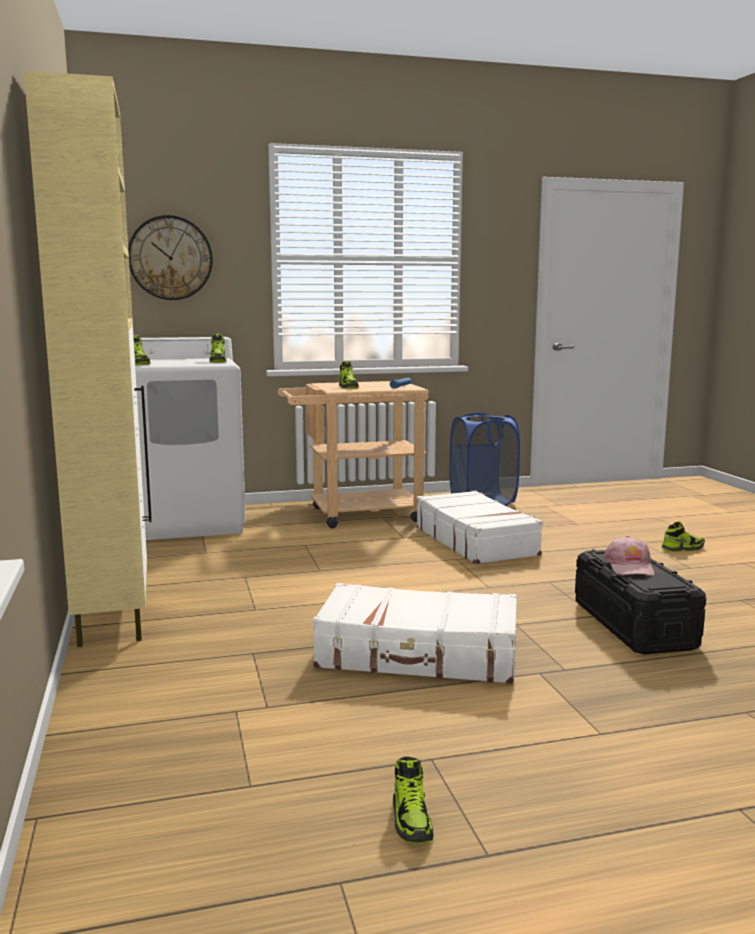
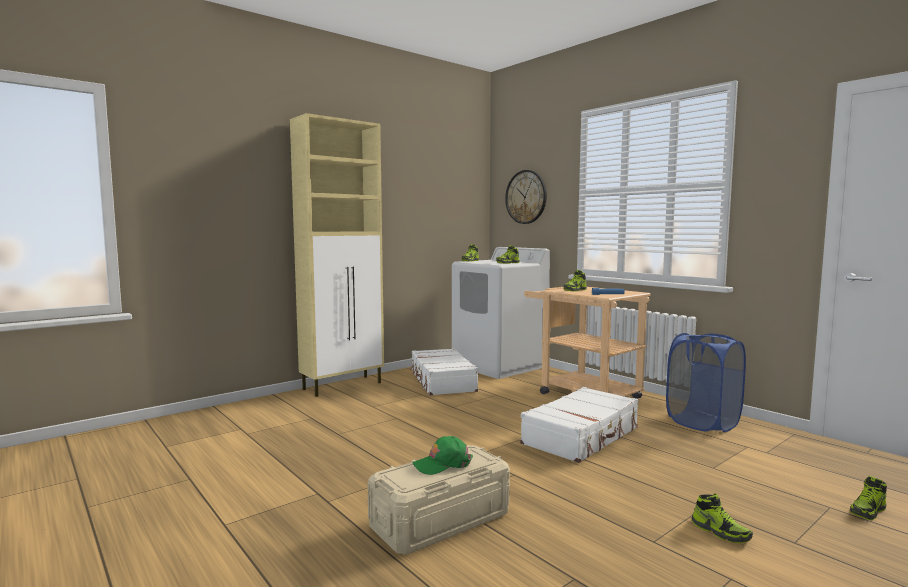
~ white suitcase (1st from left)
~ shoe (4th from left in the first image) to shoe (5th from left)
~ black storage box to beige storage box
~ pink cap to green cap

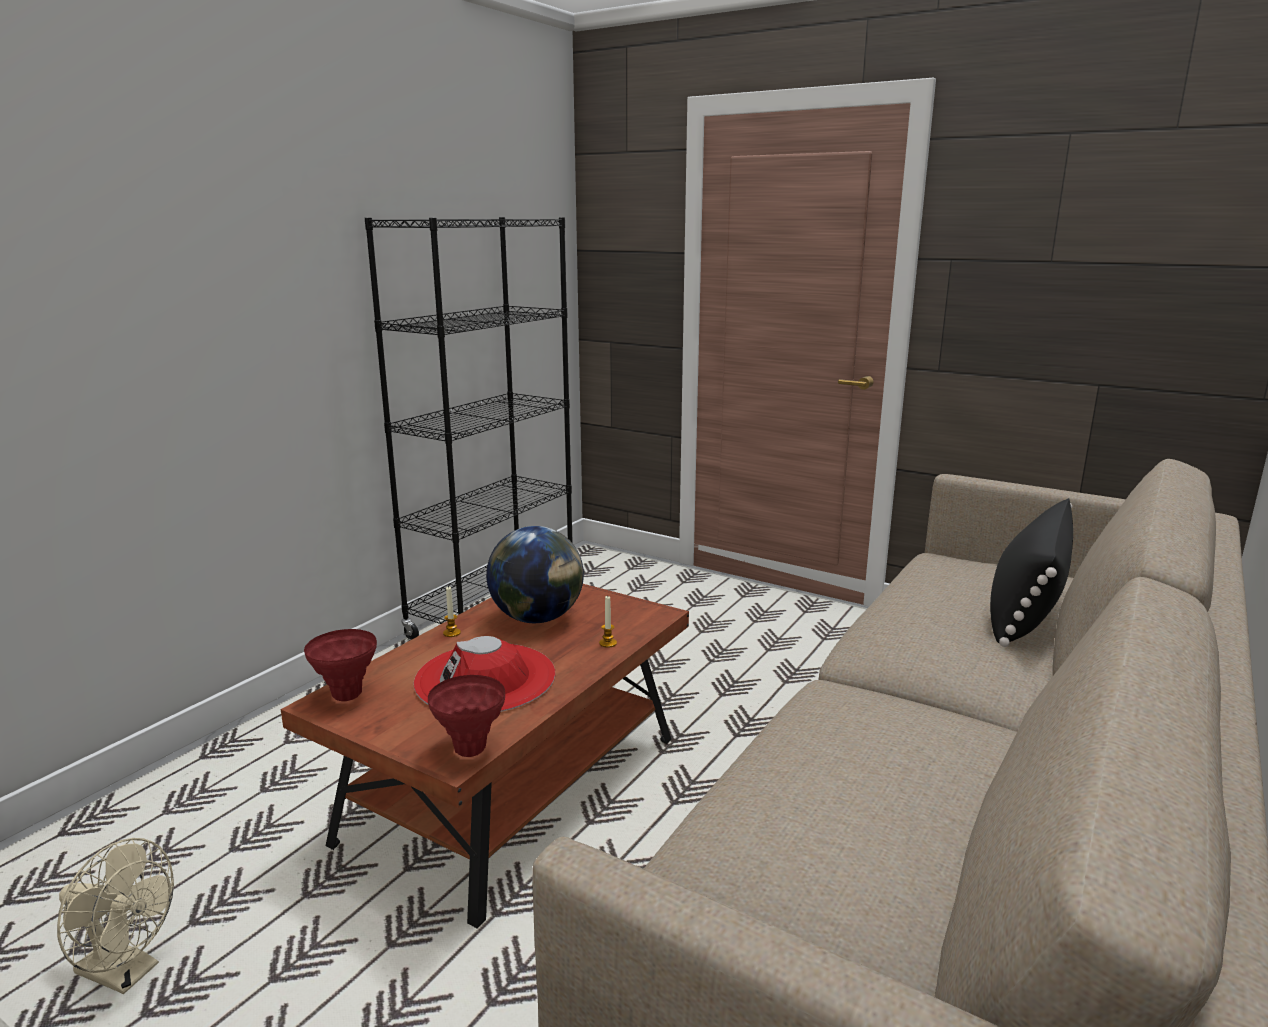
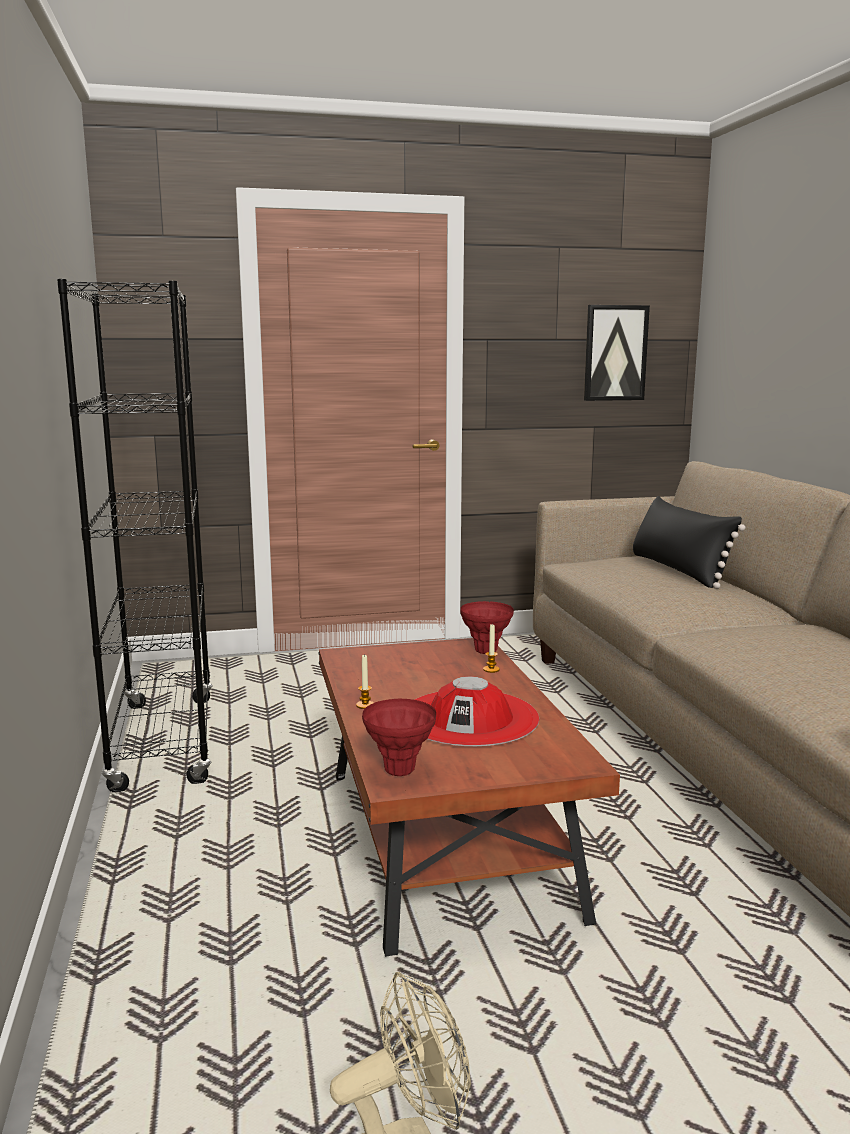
~ red vase (2nd from left)
- globe
+ picture

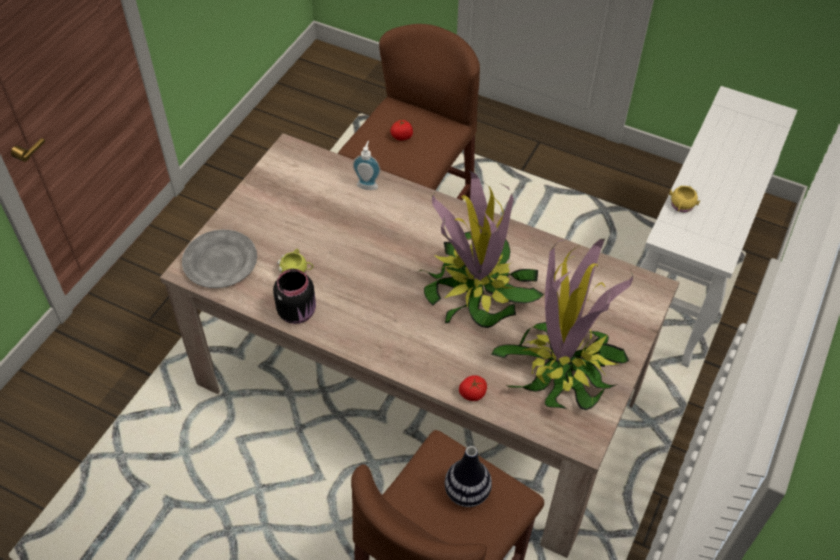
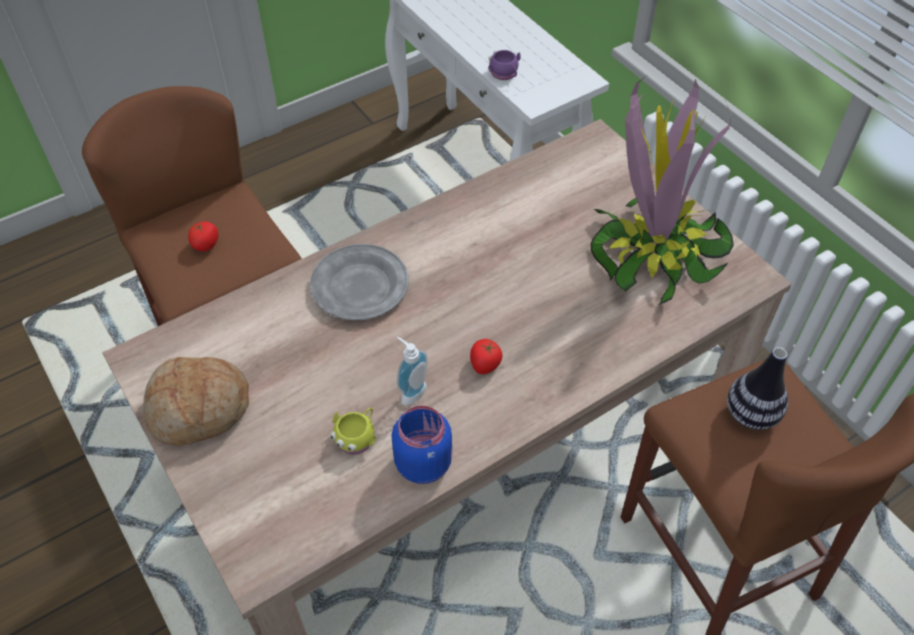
~ grey plate
~ black jar to blue jar
~ soap dispenser
- potted plant (1st from left)
~ tomato (2nd from left)
~ yellow mug (2nd from left) to purple mug
+ bread

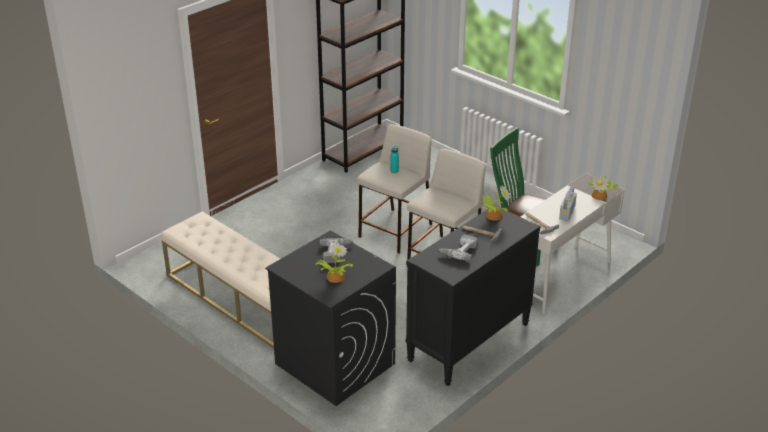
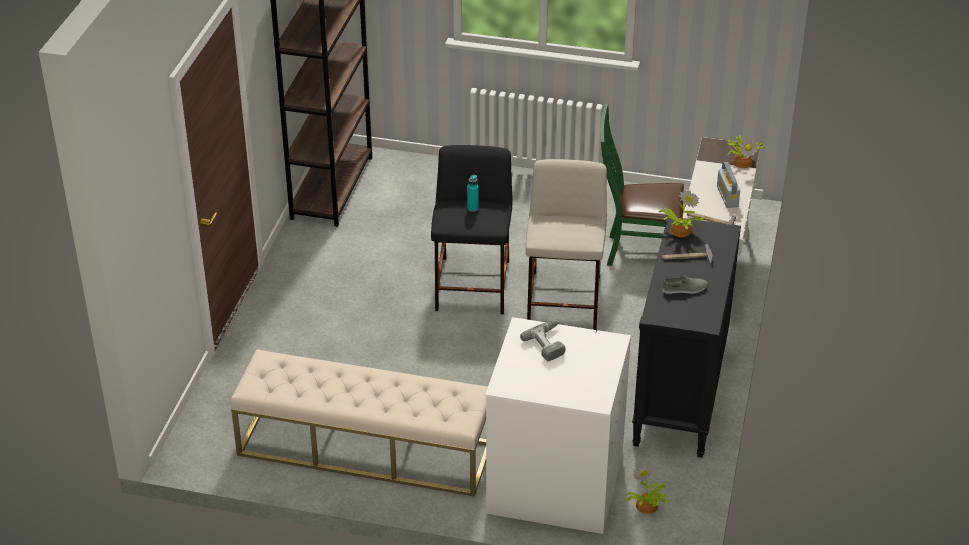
~ black washing machine to white washing machine
~ potted plant (1st from left)
~ beige stool (1st from left) to black stool
~ power drill (2nd from left) to grey shoe

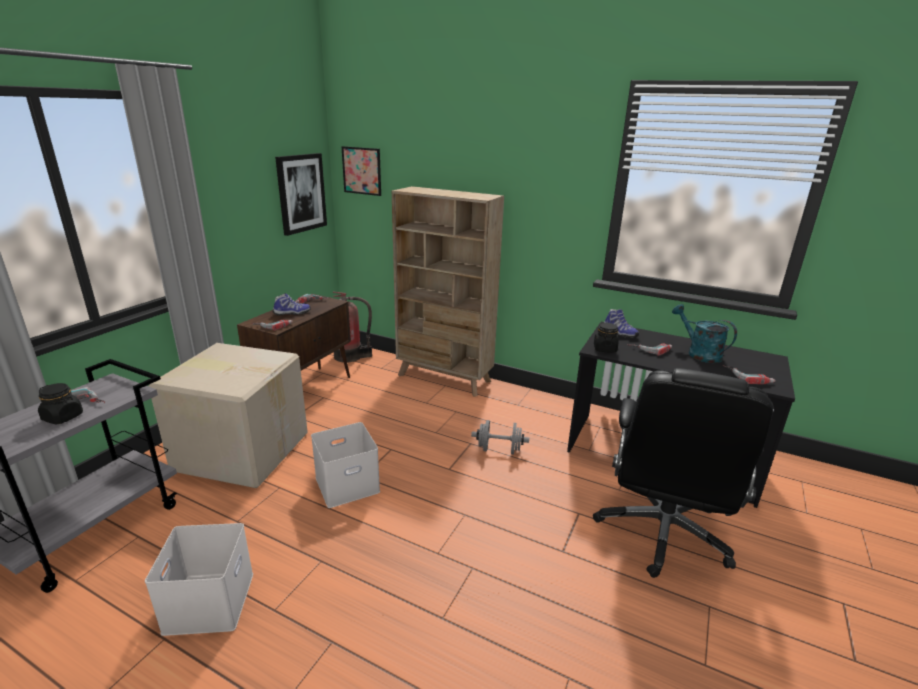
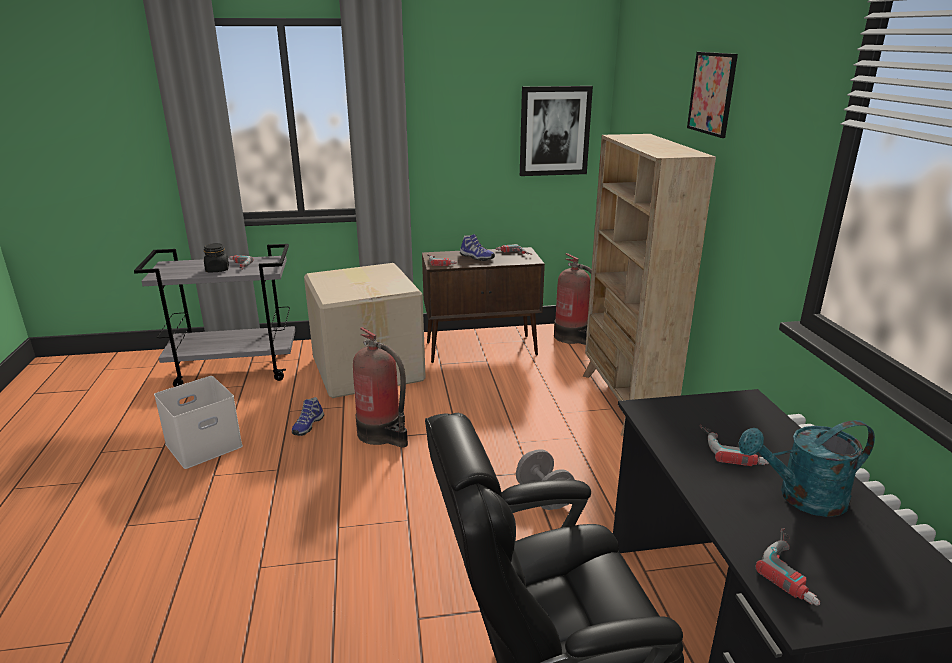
~ white storage box (2nd from left) to fire extinguisher (1st from left)
~ picture (2nd from left)
- black jar (2nd from left)
~ shoe (2nd from left in the first image) to shoe (1st from left)
~ turquoise watering can 120 degrees counterclockwise

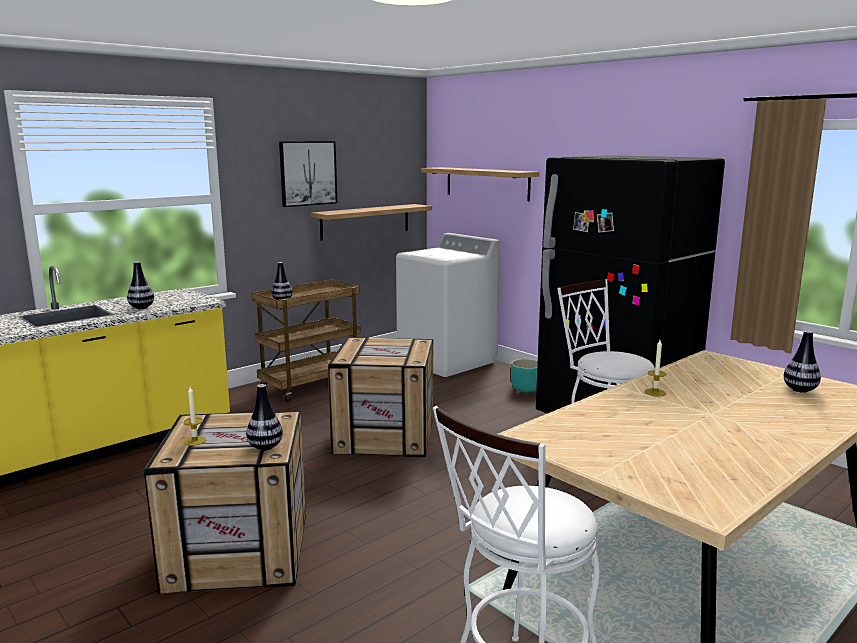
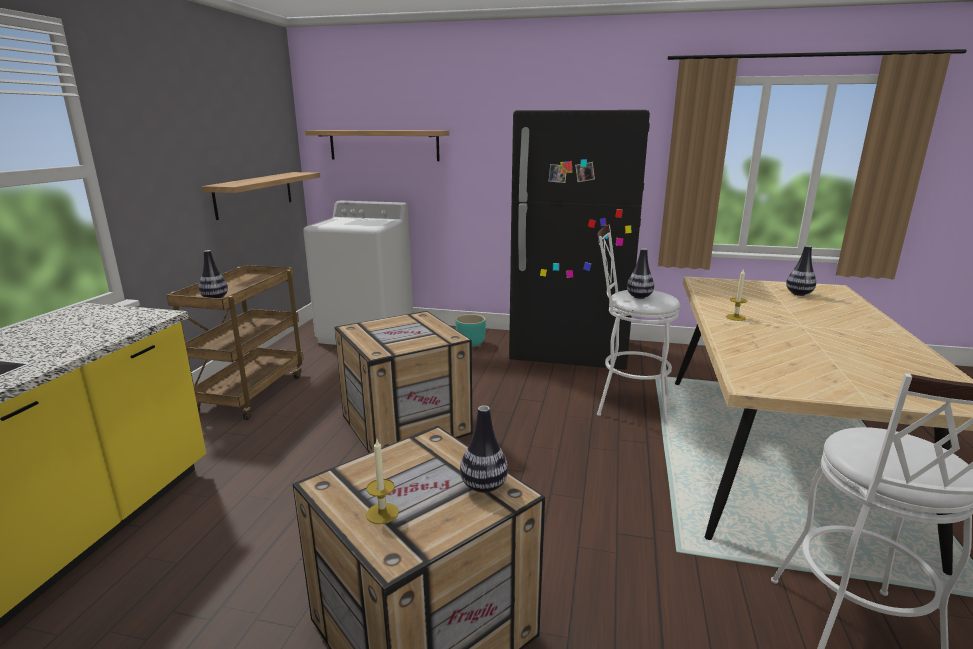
~ vase (1st from left in the first image) to vase (3rd from left)
- picture

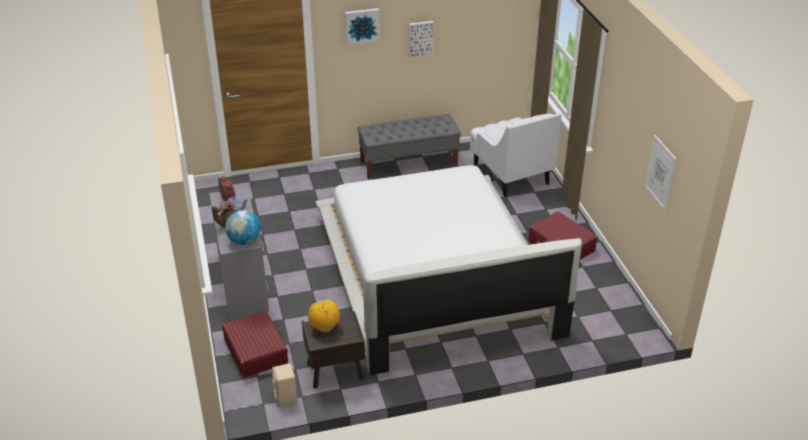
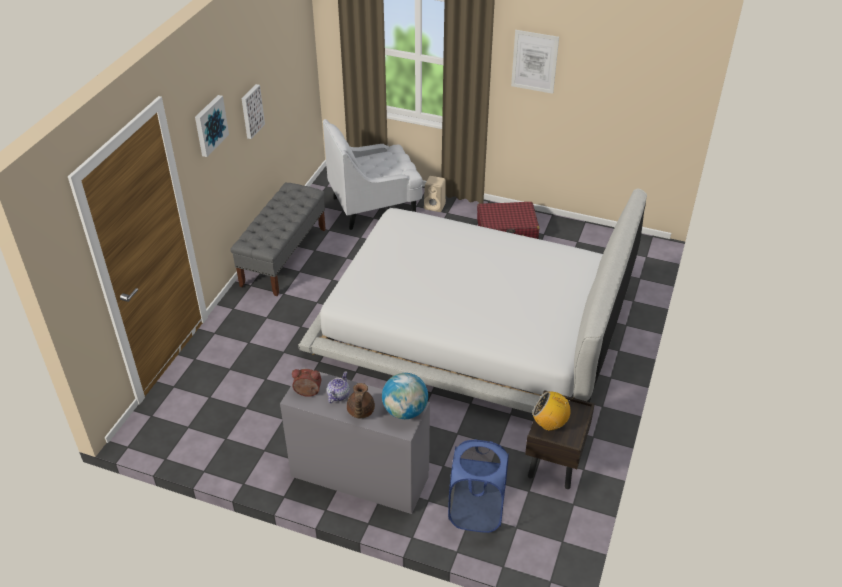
~ red suitcase (1st from left) to blue laundry basket
~ beige speaker
~ white armchair 150 degrees clockwise
~ picture (3rd from left)

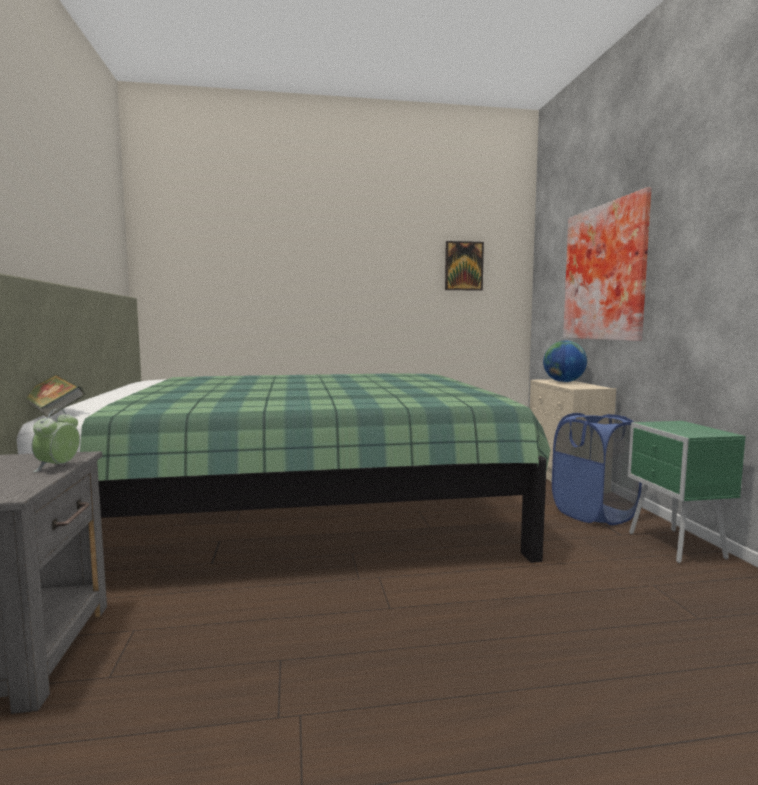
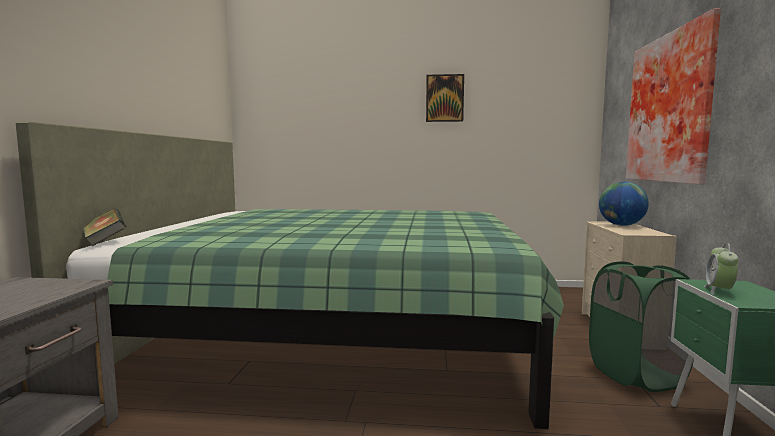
~ alarm clock
~ picture (1st from left)
~ blue laundry basket to green laundry basket

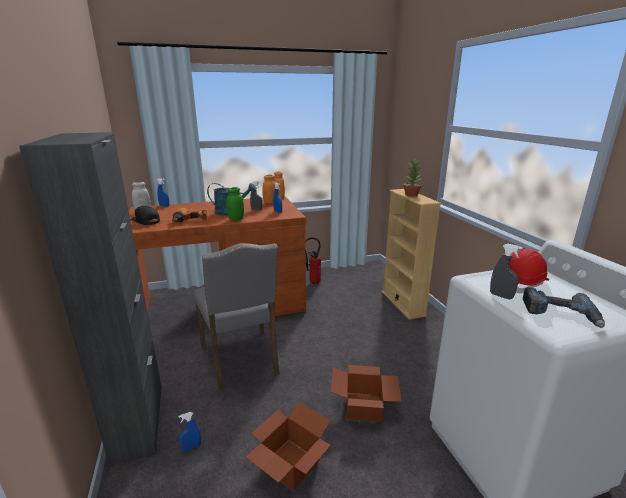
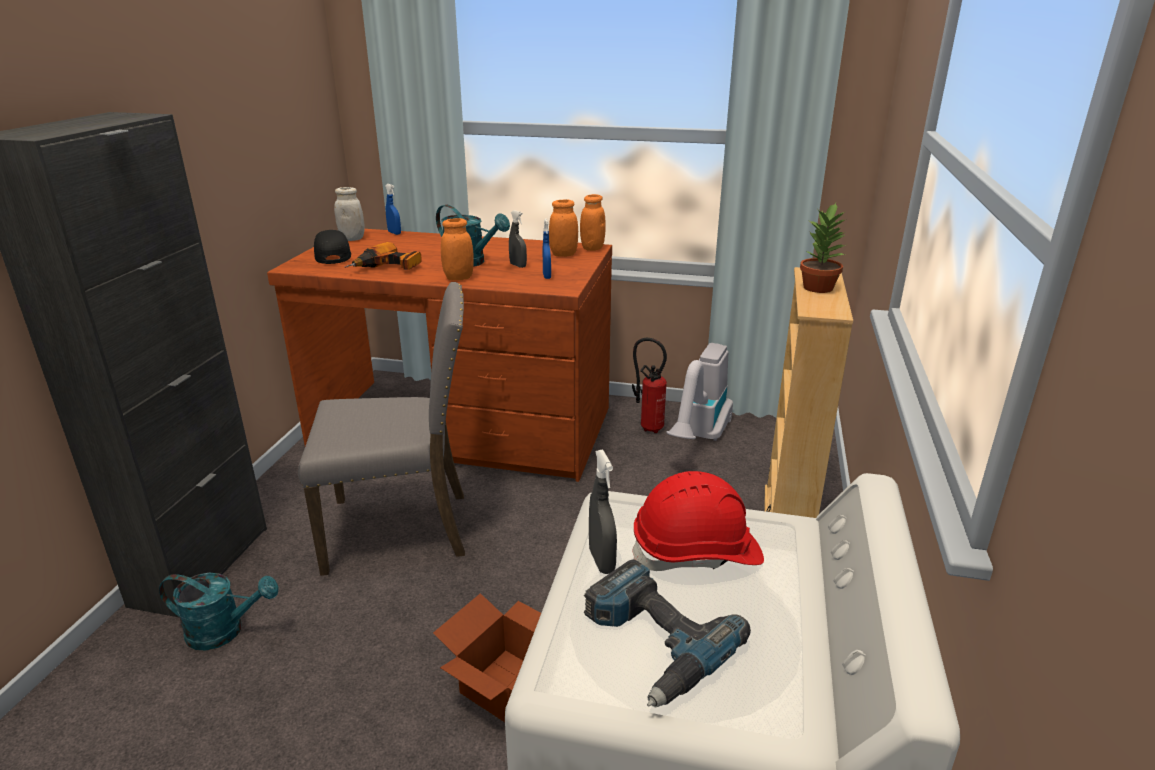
~ blue spray bottle (2nd from left) to turquoise watering can (1st from left)
~ grey chair 105 degrees counterclockwise
~ green jar to orange jar (1st from left)
- cardboard box (1st from left)
+ vacuum cleaner

